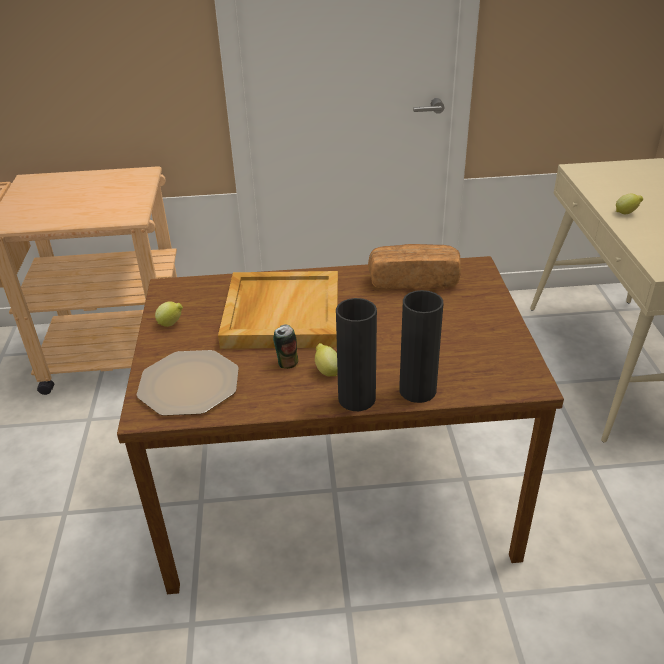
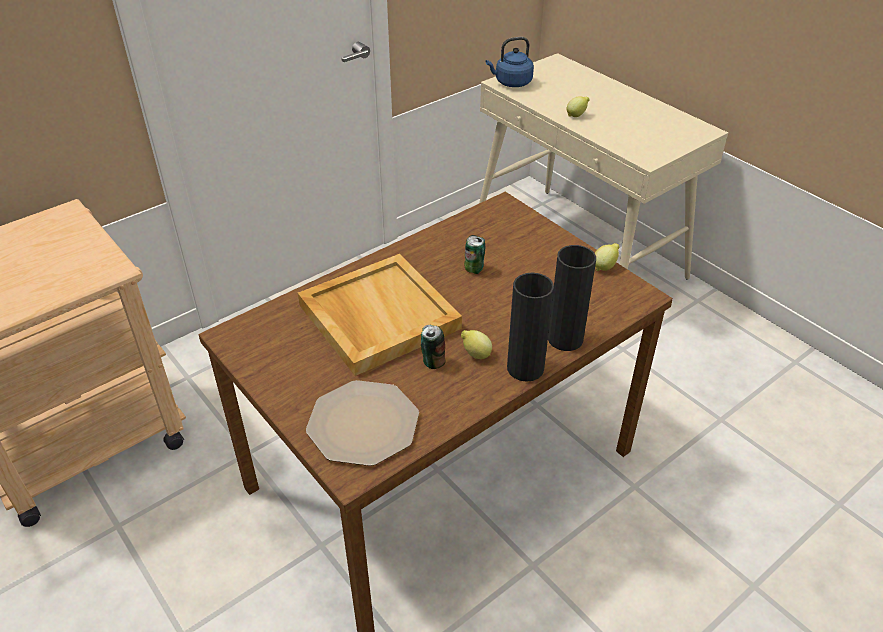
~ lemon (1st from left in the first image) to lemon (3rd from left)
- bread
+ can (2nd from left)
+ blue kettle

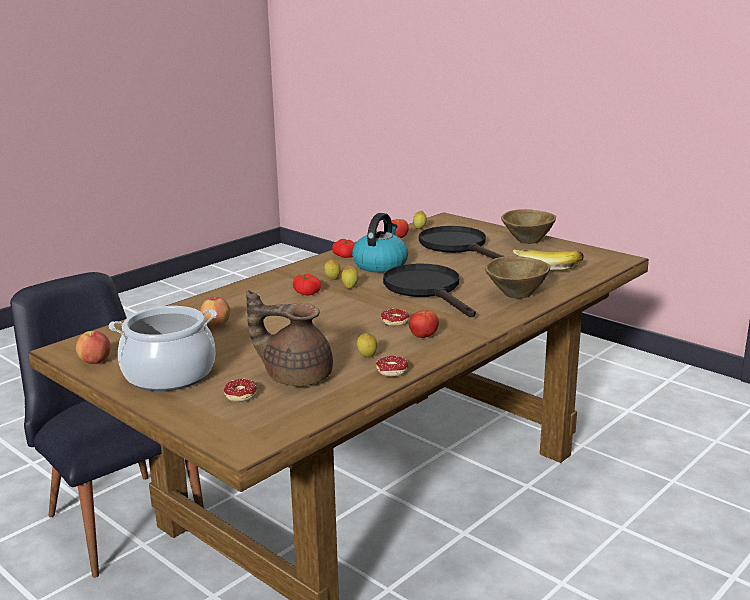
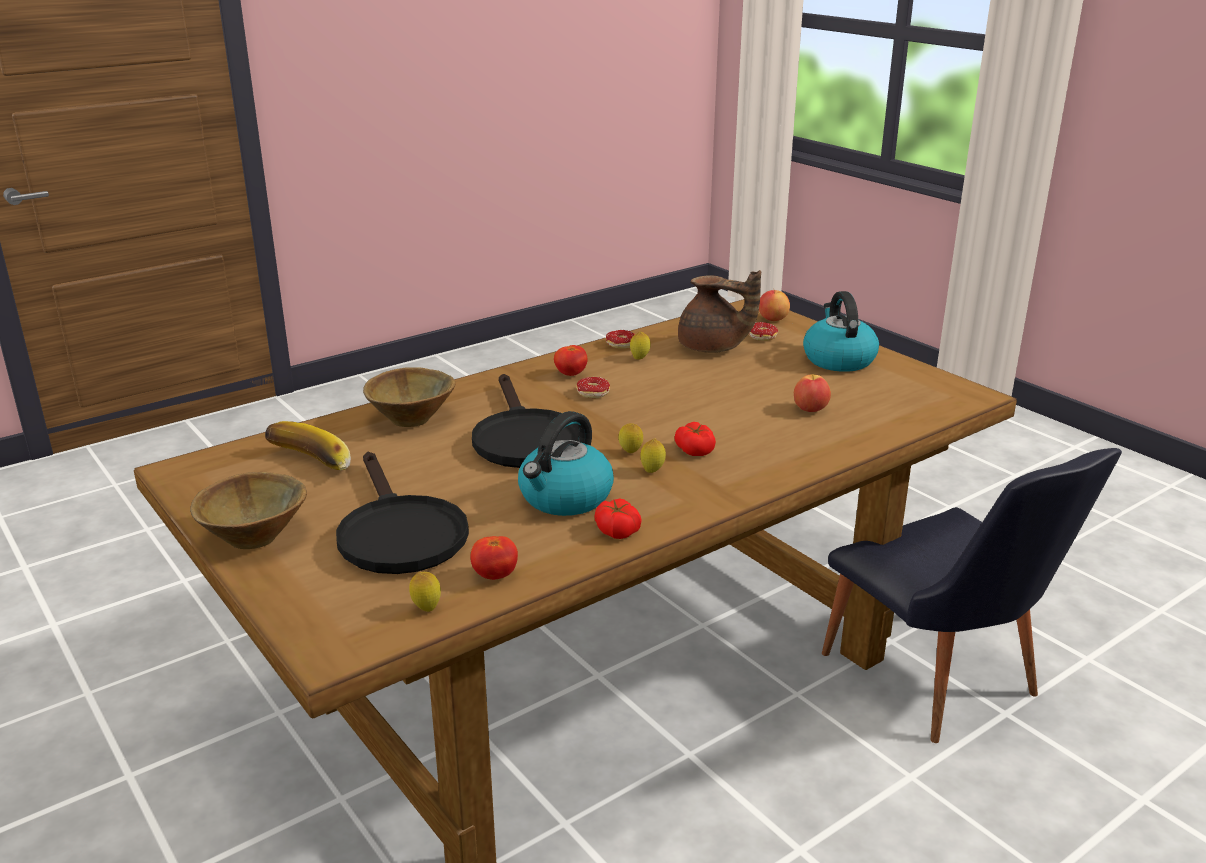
~ apple (1st from left)
~ cooking pot to kettle (2nd from left)

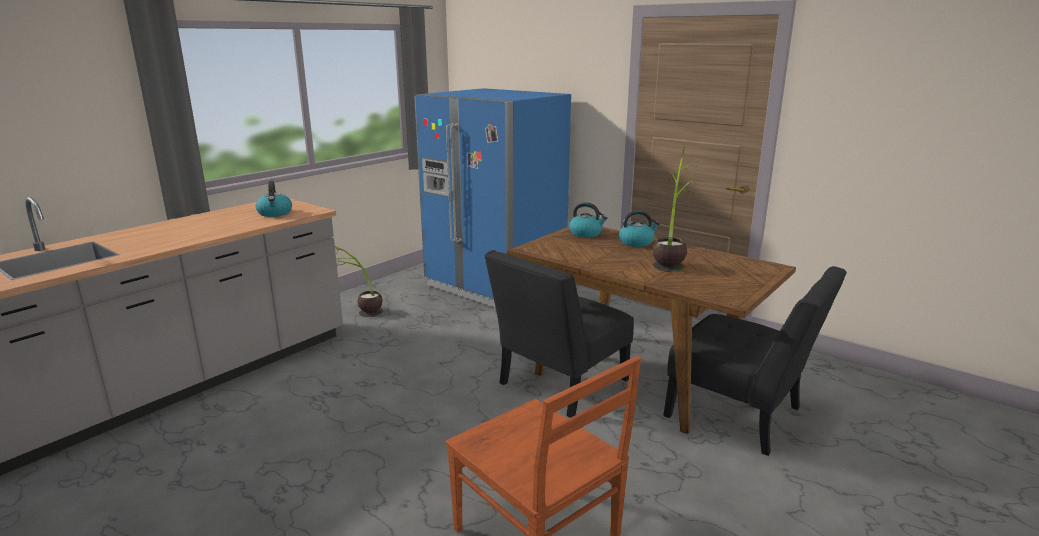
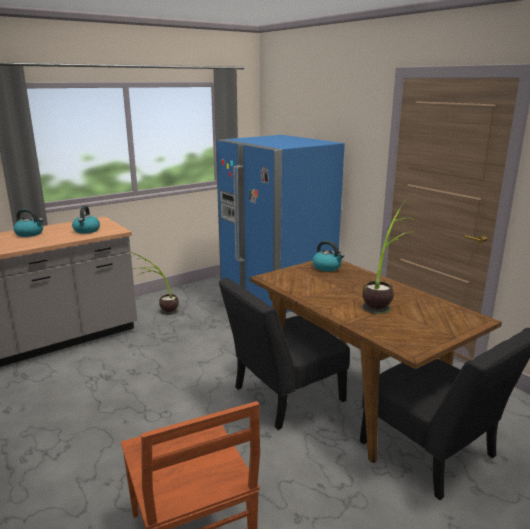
~ kettle (3rd from left in the first image) to kettle (1st from left)

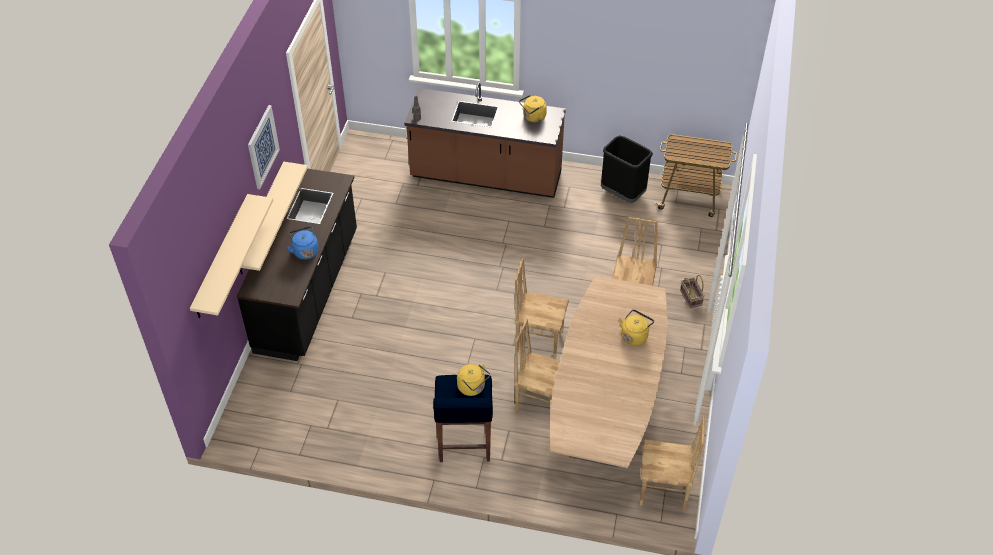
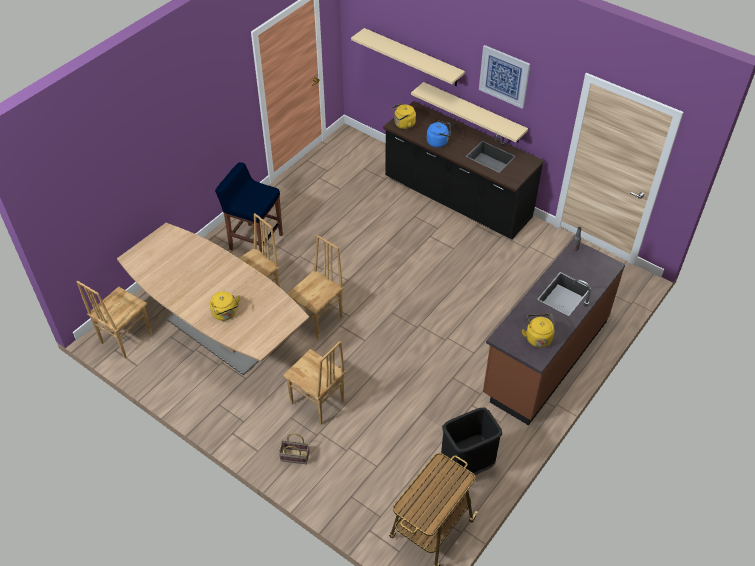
~ yellow kettle (1st from left in the first image) to yellow kettle (2nd from left)

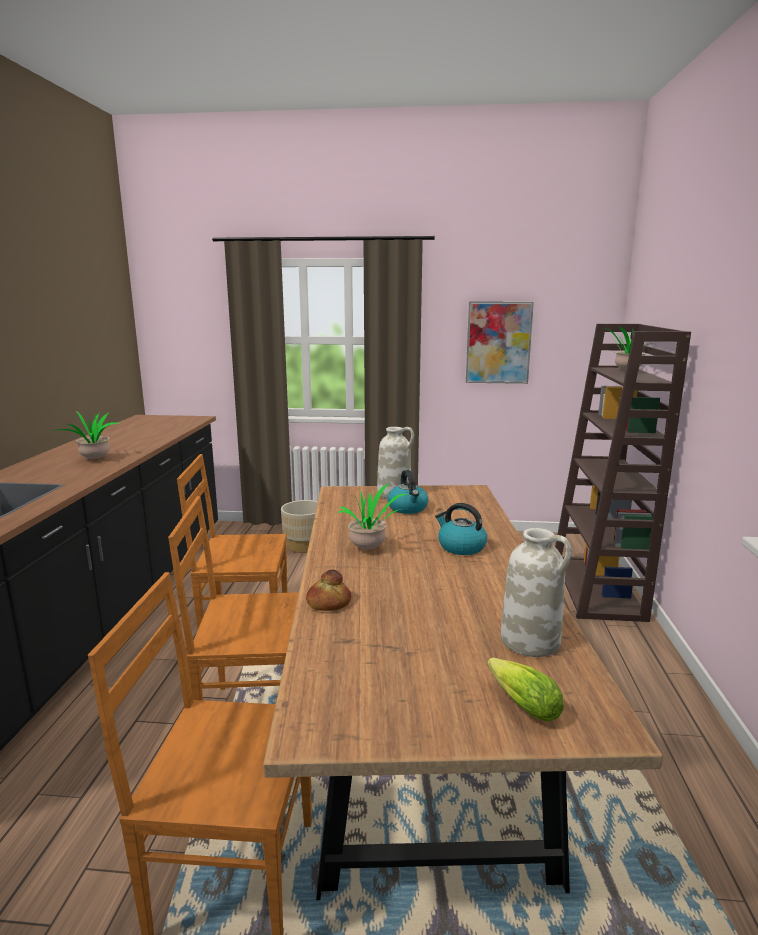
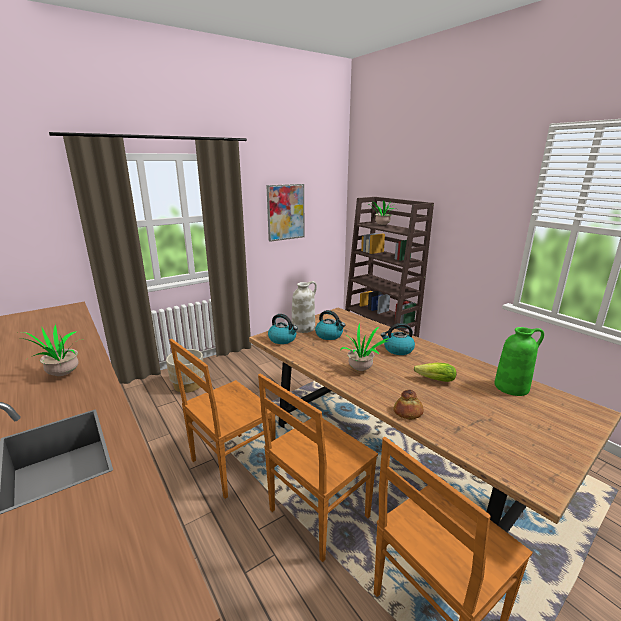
~ lettuce
~ white vase (2nd from left) to green vase
+ kettle (1st from left)

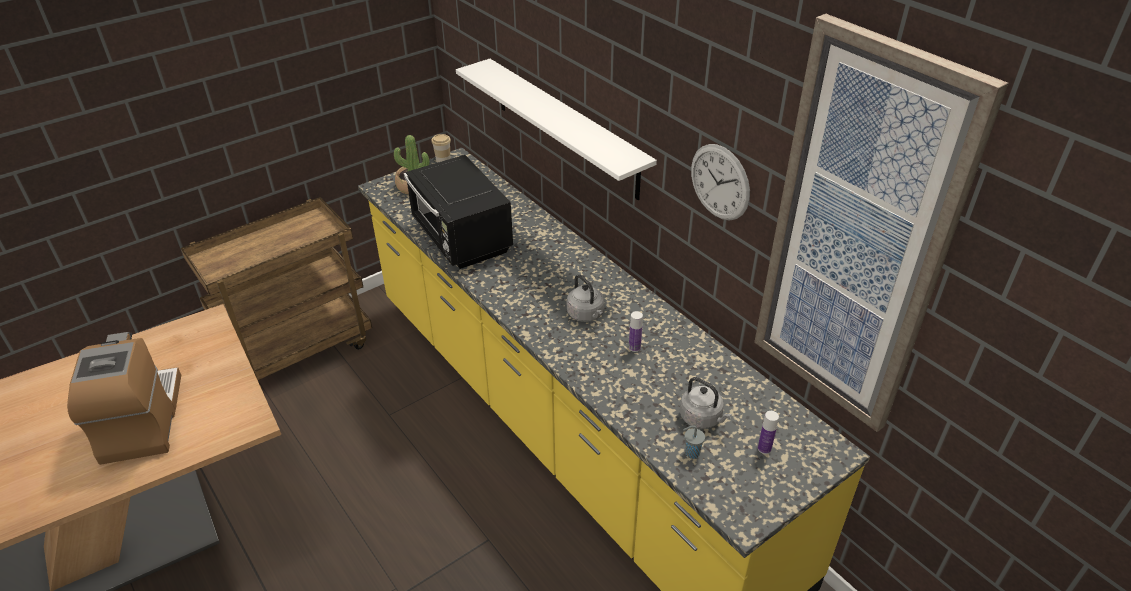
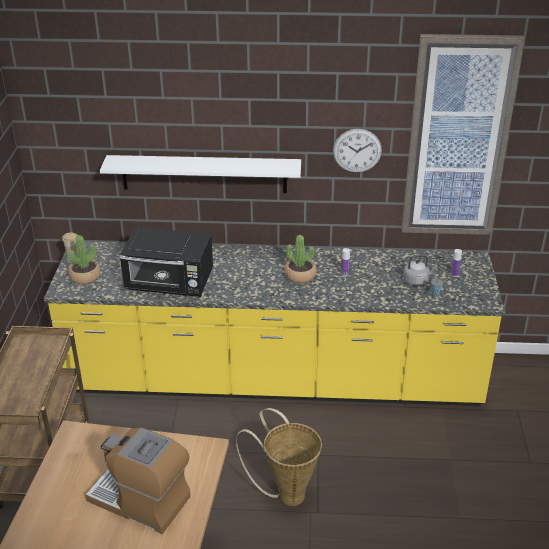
~ grey kettle (1st from left) to potted plant (2nd from left)
+ basket

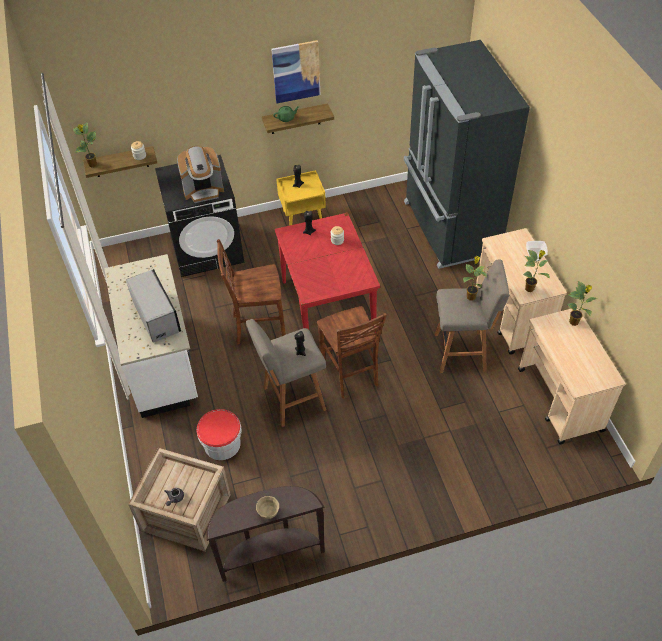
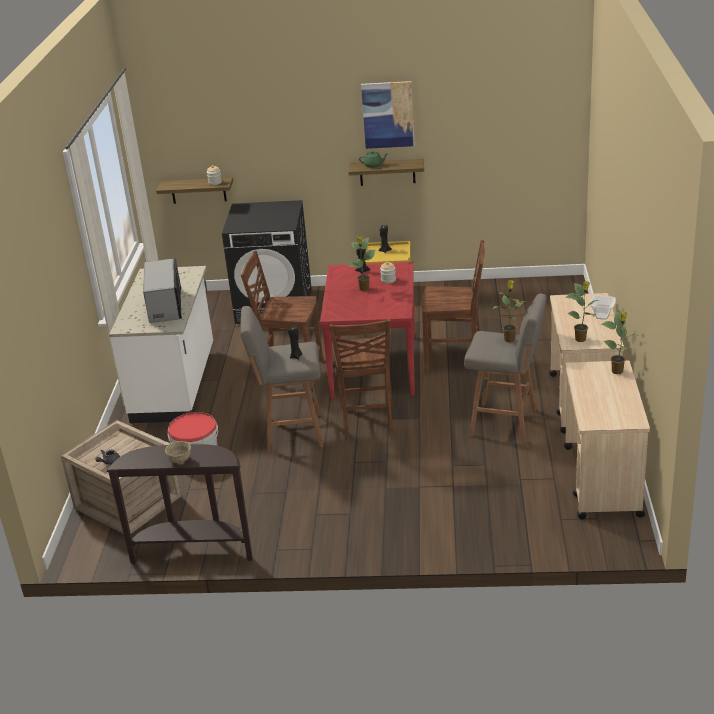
~ potted plant (1st from left)
- coffee machine
- black fridge
+ brown chair (3rd from left)

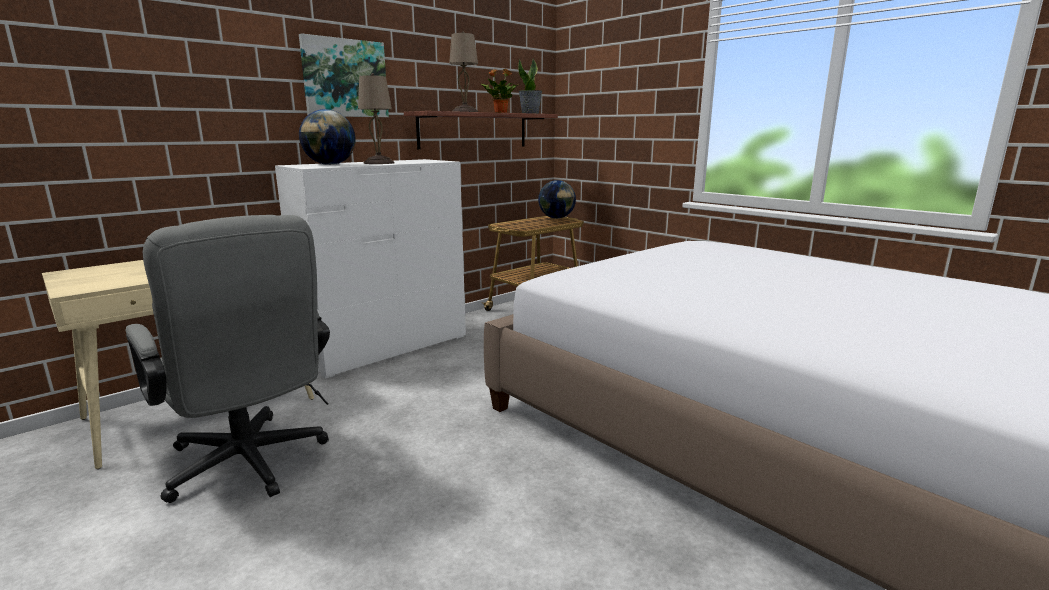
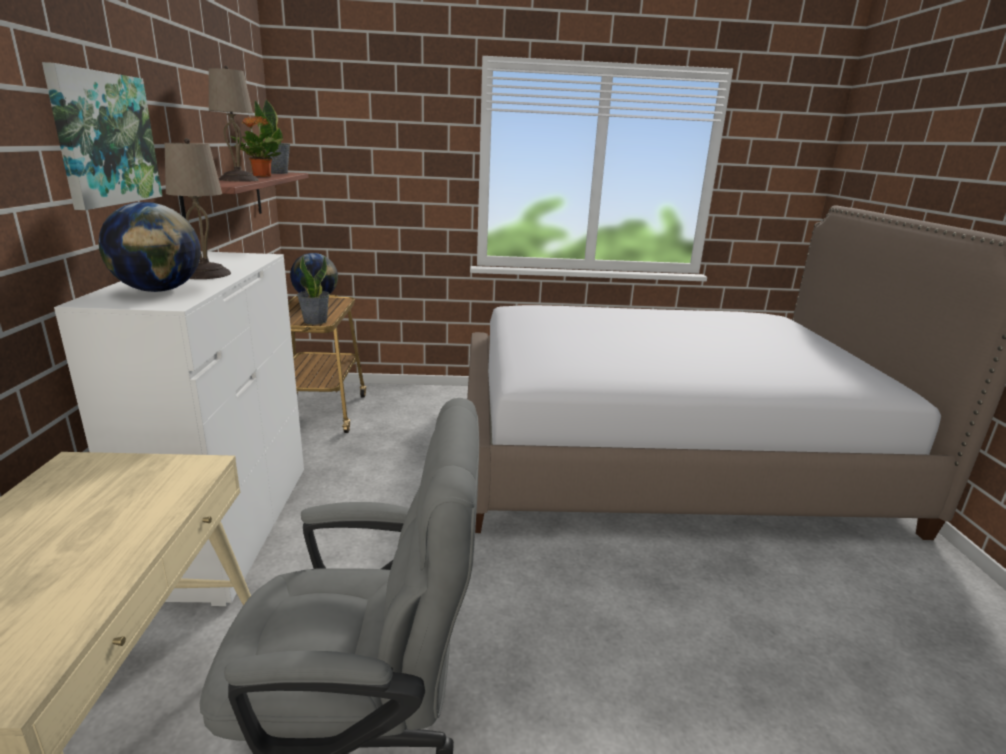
+ potted plant (3rd from left)

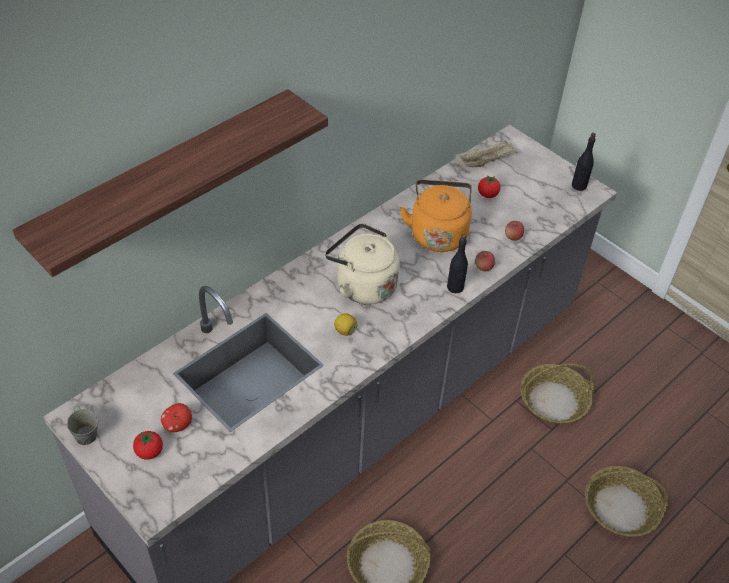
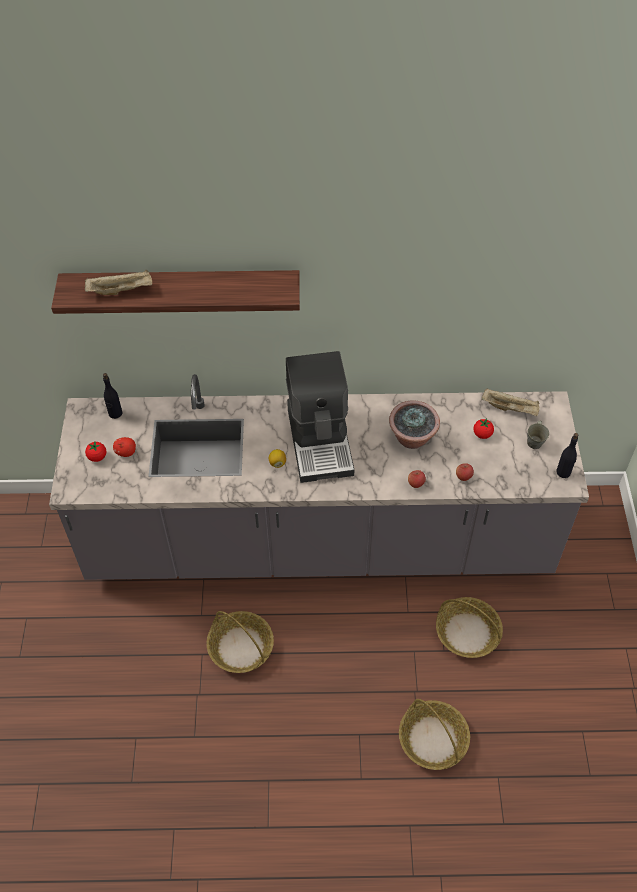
~ grey mug
~ beige kettle to coffee machine
~ orange kettle to potted plant
~ black bottle (1st from left)
+ beige tray (1st from left)

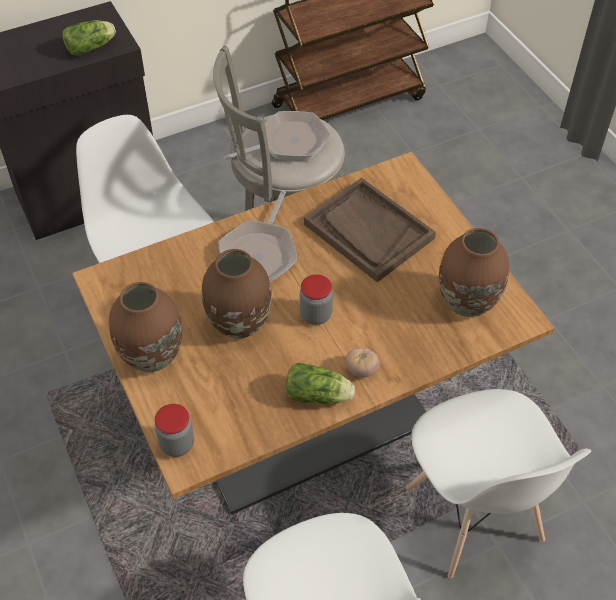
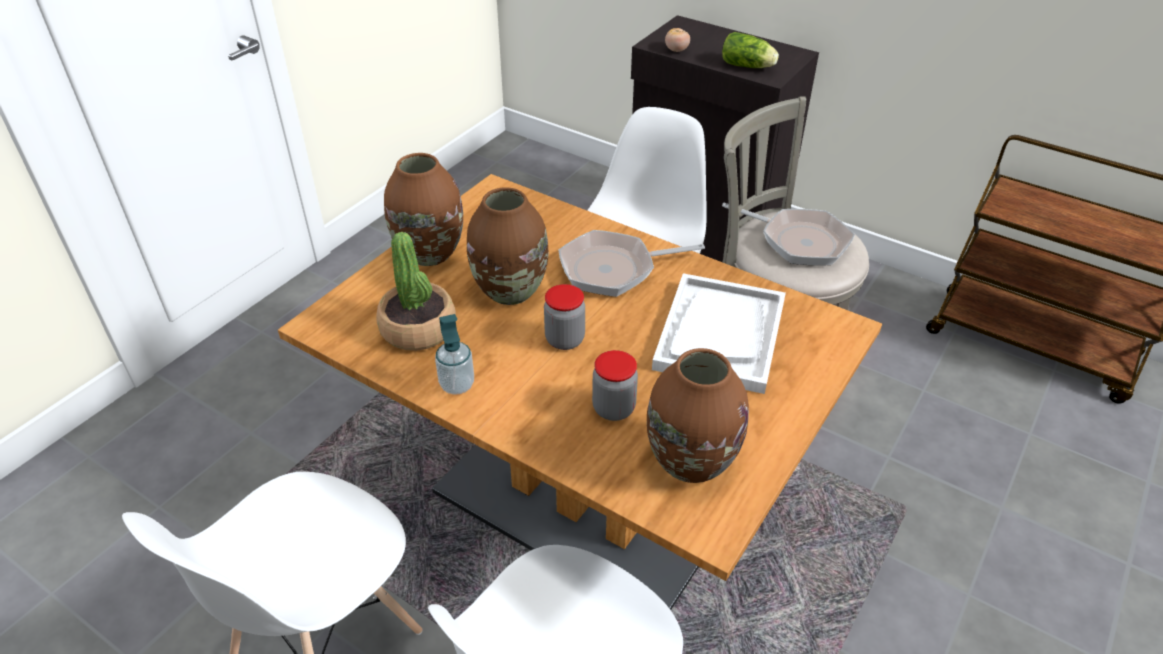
~ jar (1st from left in the first image) to jar (2nd from left)
~ lettuce (2nd from left) to soap dispenser
~ brown tray to white tray
~ tomato
+ potted plant

